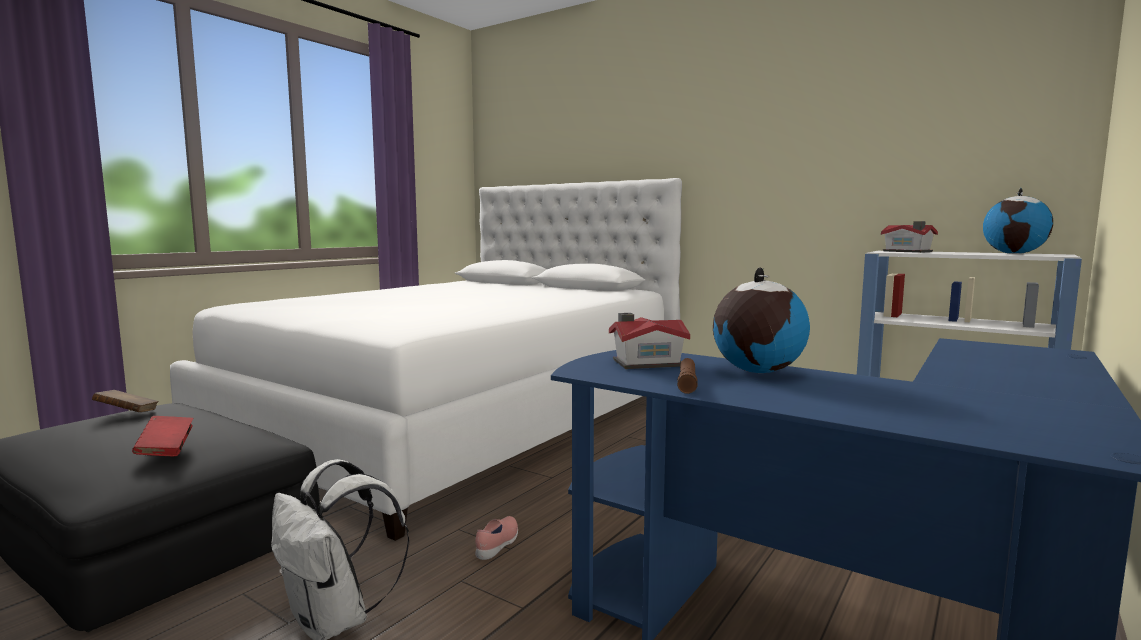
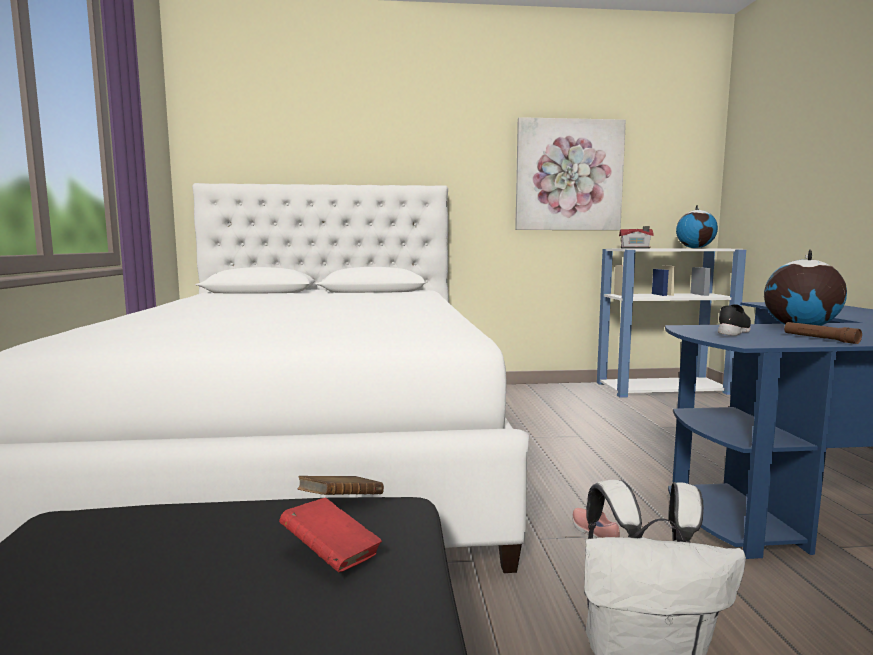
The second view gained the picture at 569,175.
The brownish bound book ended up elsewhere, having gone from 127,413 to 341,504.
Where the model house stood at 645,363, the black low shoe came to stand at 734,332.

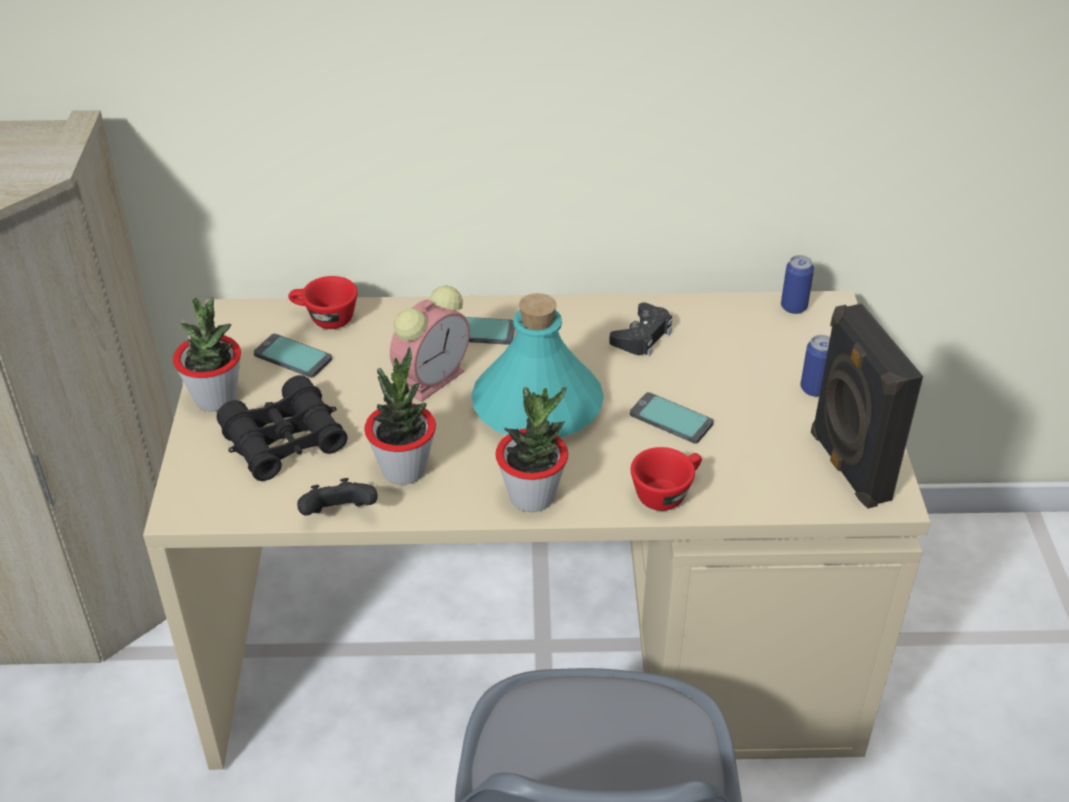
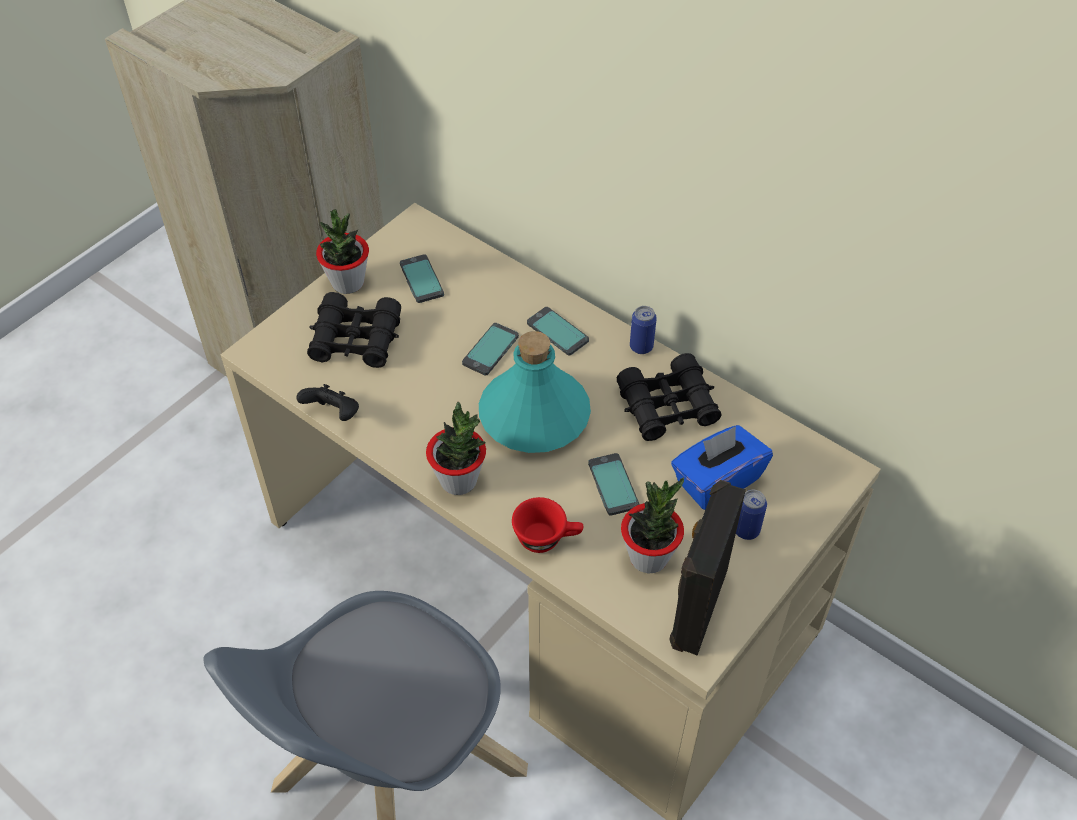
The second view lost the red-coloured drinking cup at 324,319.
The second view gained the blue-coloured box of tissues at 716,481.
The plant in a pot ended up elsewhere, having gone from 404,469 to 649,557.
The sealed can ended up elsewhere, having gone from 793,307 to 641,347.
Where the alarm clock stood at 433,378, the telephone came to stand at 491,350.
Where the black game controller stood at 642,336, the black field glasses came to stand at 667,406.

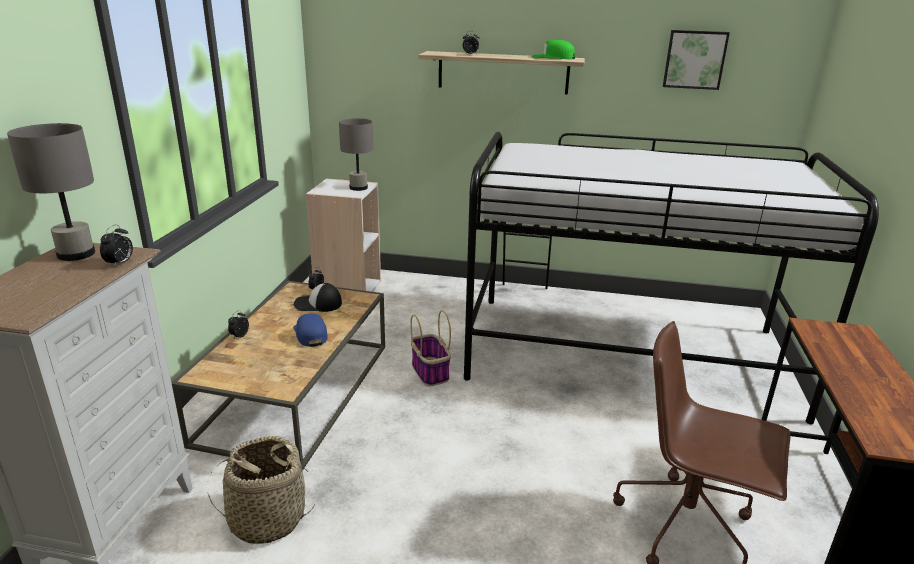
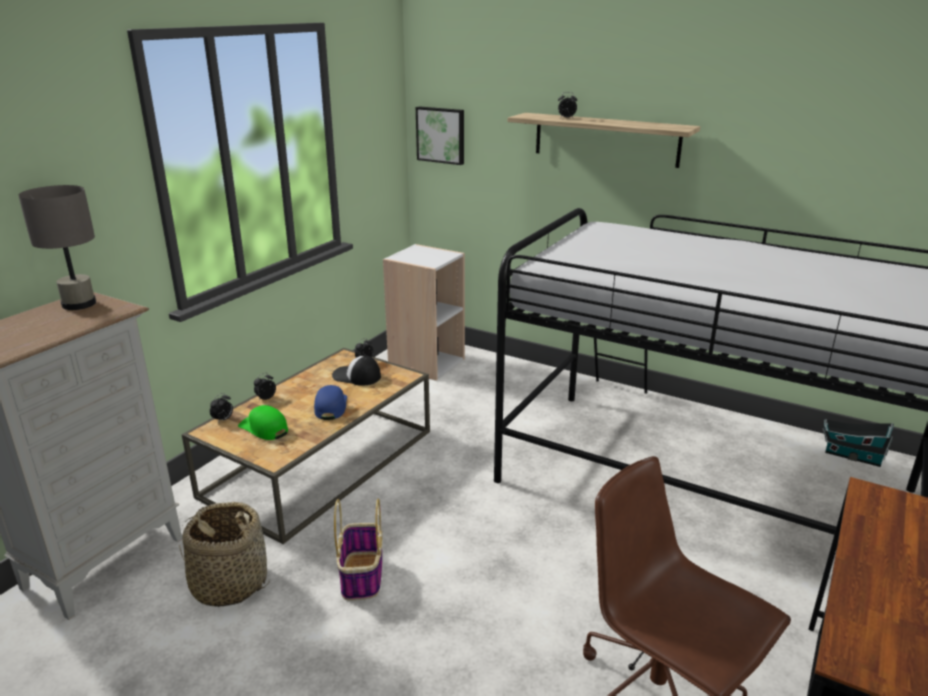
The second view lost the greyish tabletop lamp at 358,188.
The second view gained the model house at 850,456.
The alarm clock ended up elsewhere, having gone from 120,263 to 223,419.
The basket ended up elsewhere, having gone from 430,372 to 362,577.
The greenish baseball cap ended up elsewhere, having gone from 553,58 to 264,428.
The picture ended up elsewhere, having gone from 694,59 to 441,135.

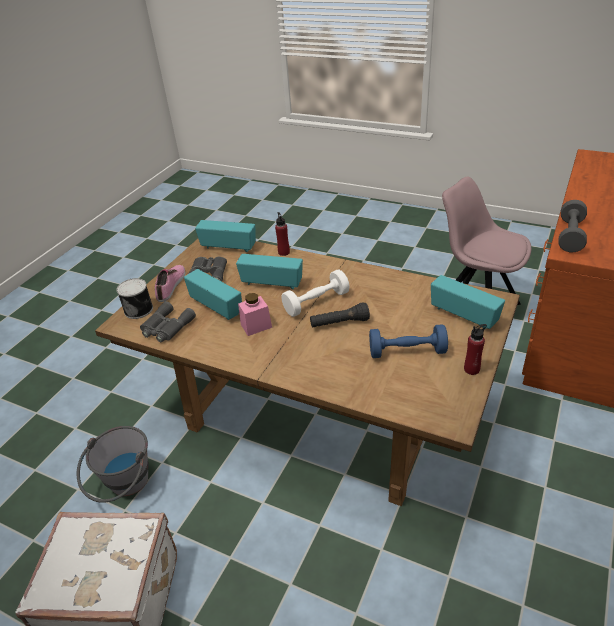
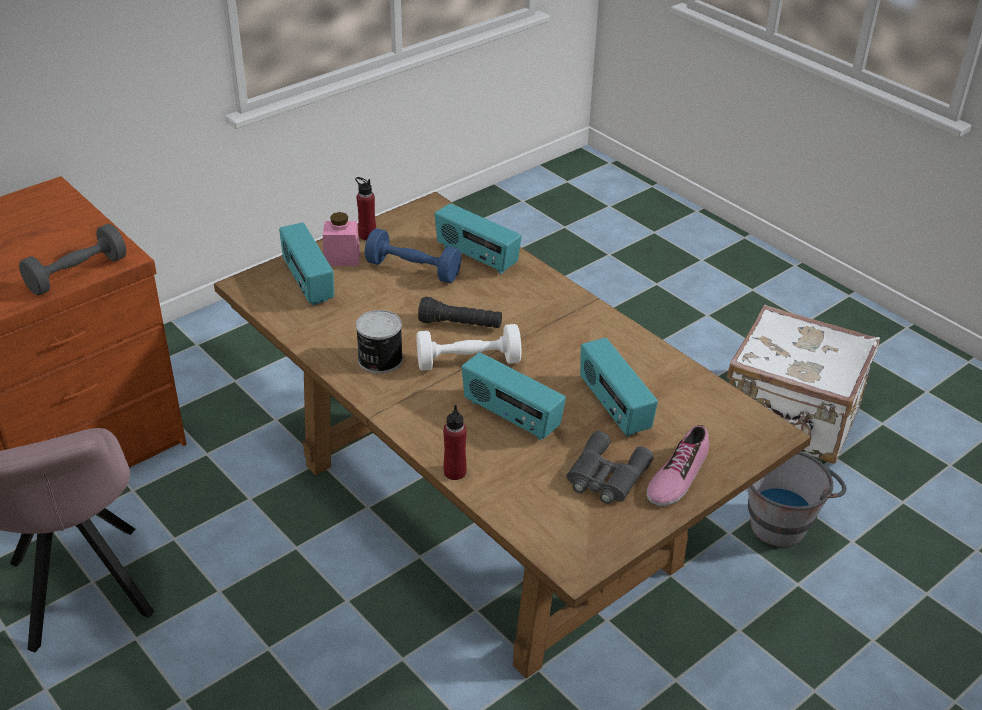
The second view lost the greyish field glasses at 166,327.
The sealed can ended up elsewhere, having gone from 139,309 to 379,359.
The radio ended up elsewhere, having gone from 229,247 to 476,257.
The pink-coloured jar ended up elsewhere, having gone from 256,326 to 342,258.

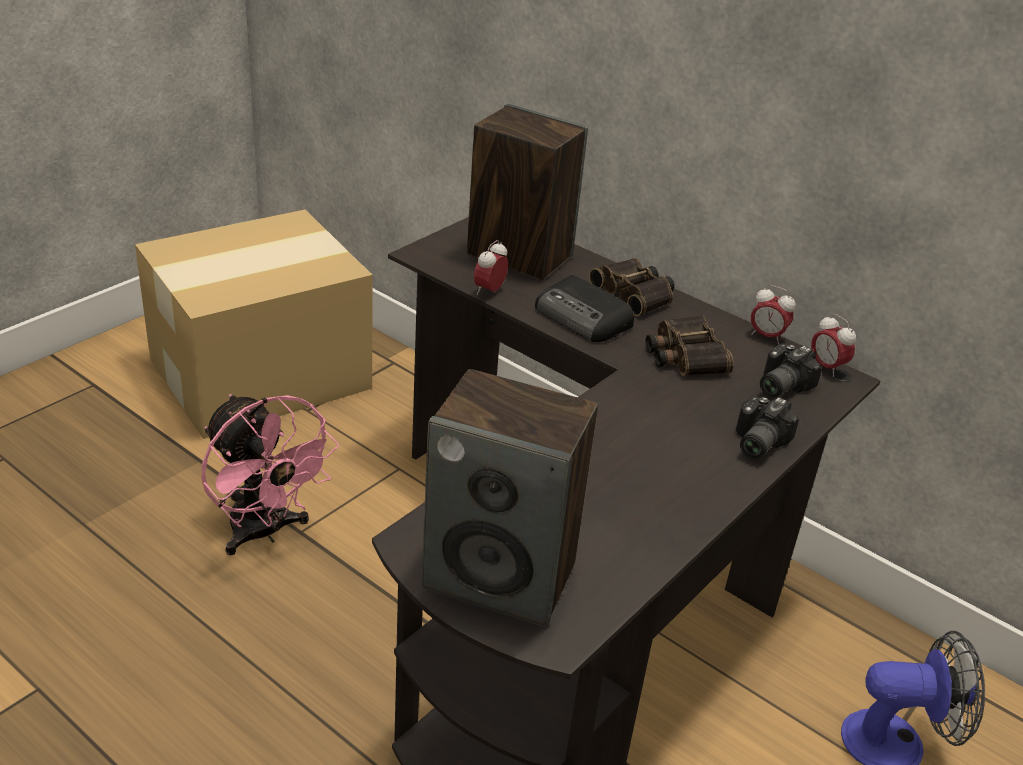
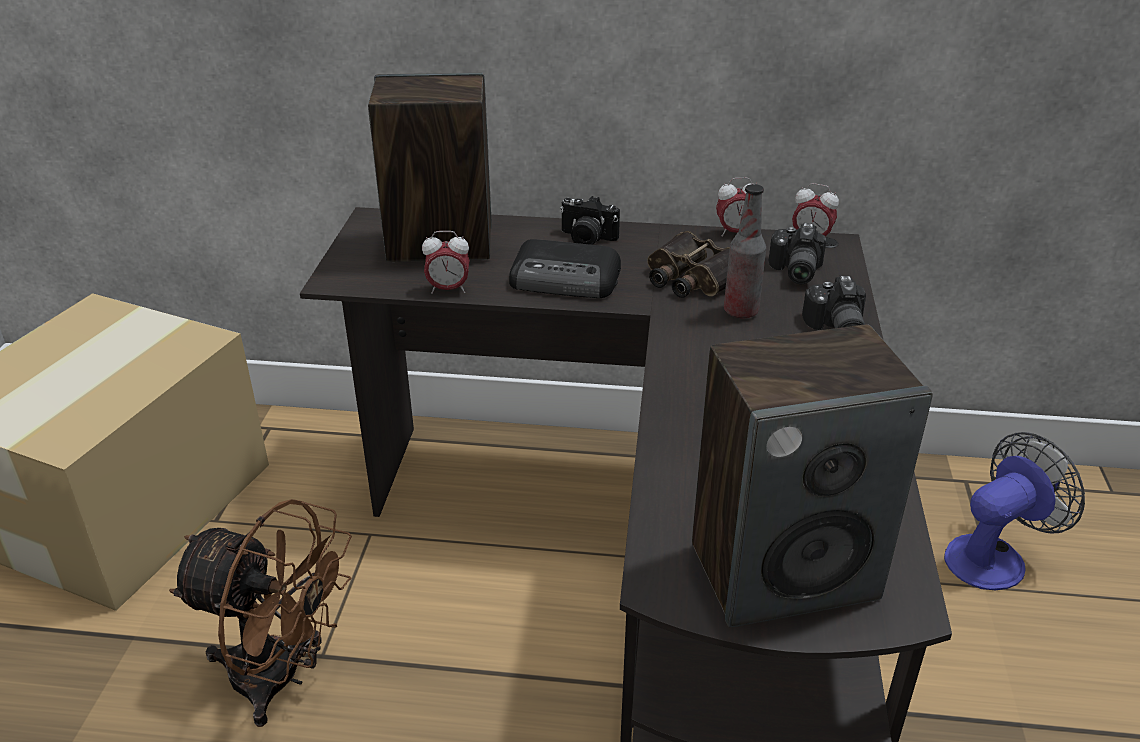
The second view gained the drink bottle at 740,311.
Where the field glasses stood at 635,294, the still camera came to stand at 586,239.
What was the pink-coloured cooling fan at 265,532 turned into the brownish cooling fan at 282,678.
The alarm clock at 489,291 ended up facing another way, 90 degrees counterclockwise from before.

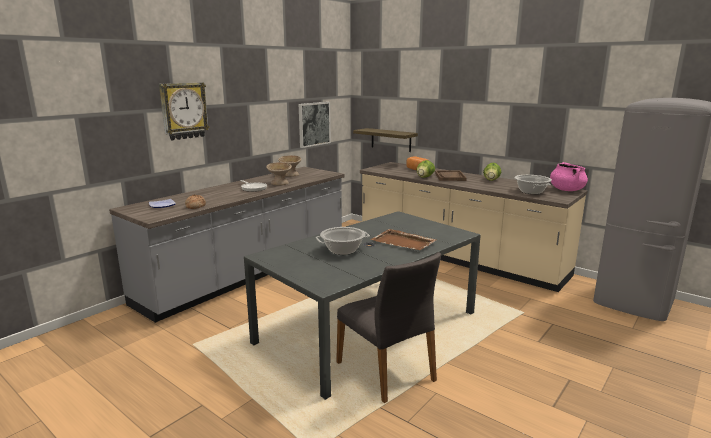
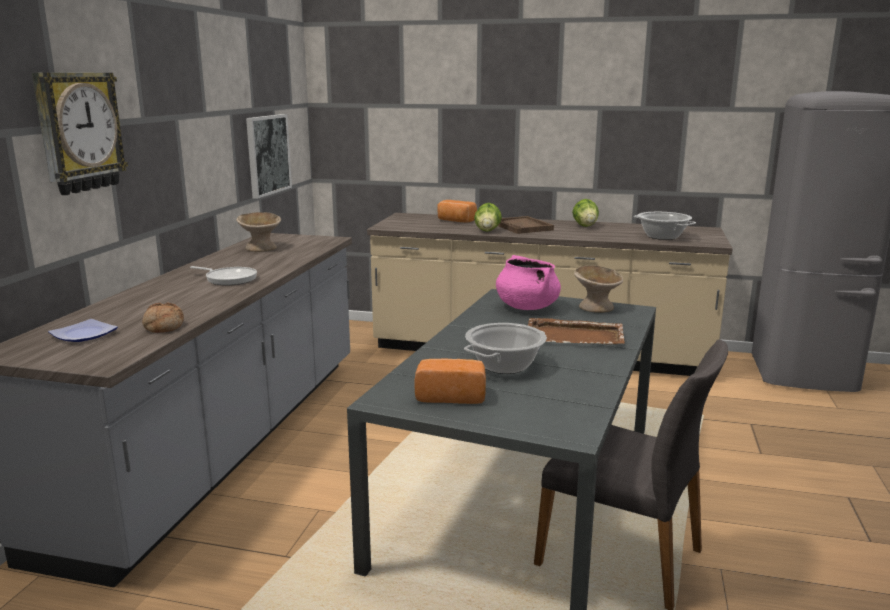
The second view lost the wall shelf at 391,140.
The second view gained the bakery bread at 451,395.
The beige serving bowl ended up elsewhere, having gone from 279,183 to 596,307.
The pink-coloured stockpot ended up elsewhere, having gone from 566,190 to 526,307.

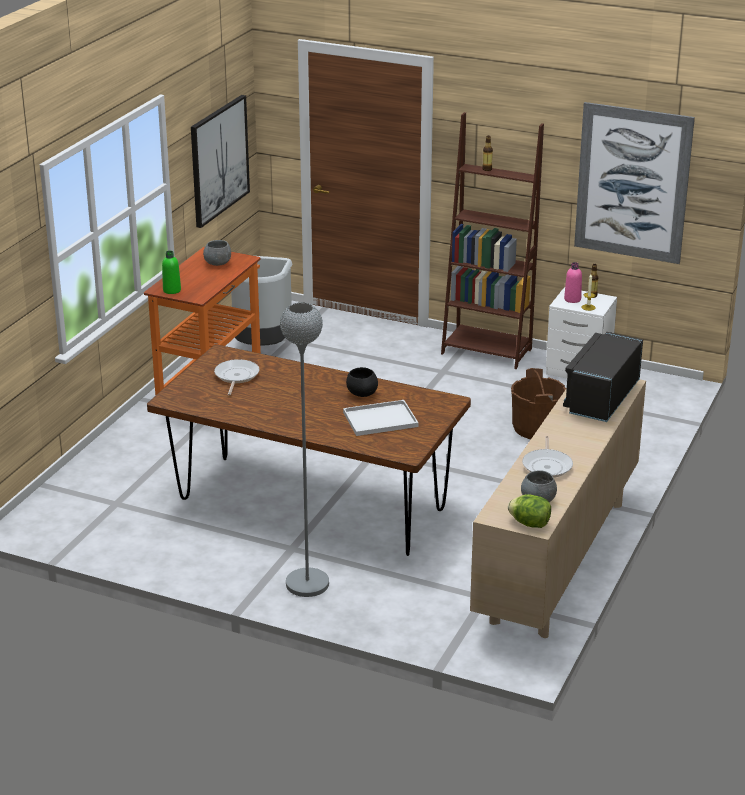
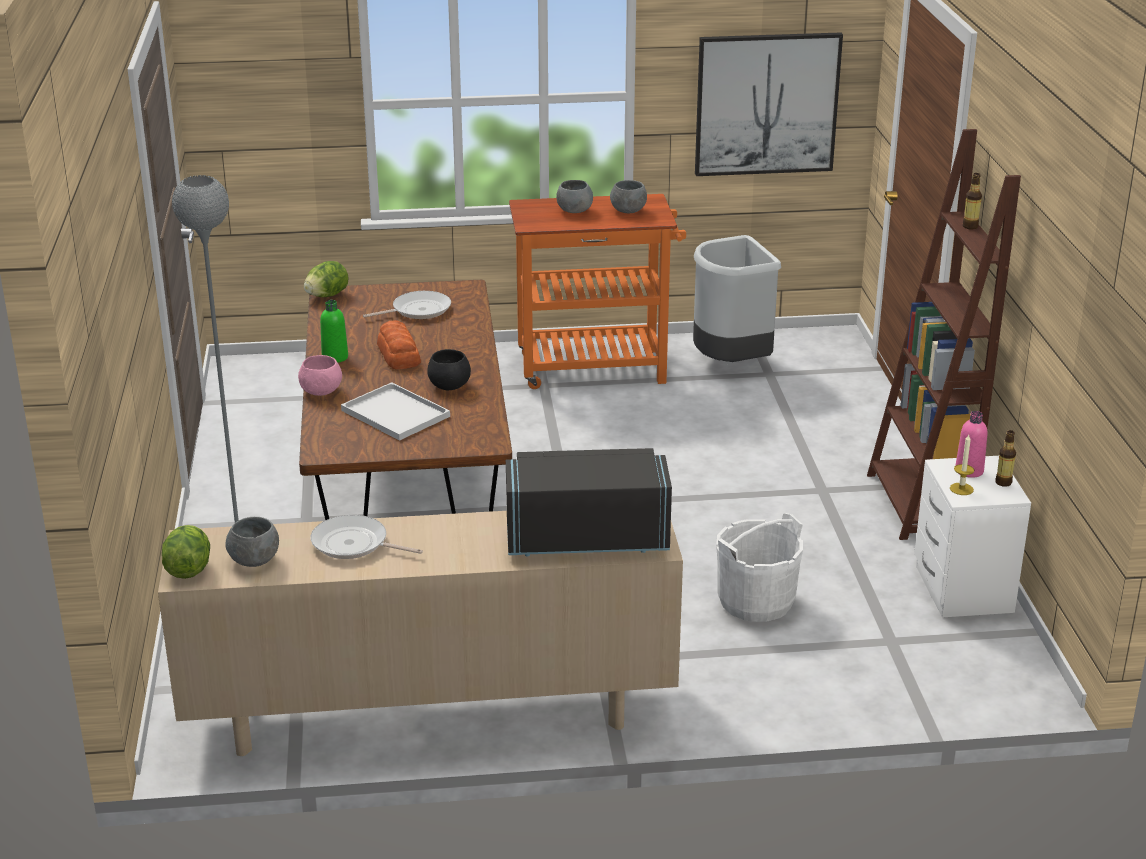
The second view lost the picture at 632,183.
The second view gained the pink-coloured serving bowl at 321,391.
The second view gained the lettuce at 327,295.
The second view gained the bakery bread at 398,354.
The second view gained the greyish serving bowl at 574,211.
The greenish drink bottle ended up elsewhere, having gone from 172,290 to 335,357.
What was the brownish pail at 537,428 turned into the white-coloured pail at 756,601.
The pan at 547,465 ended up facing another way, 45 degrees clockwise from before.

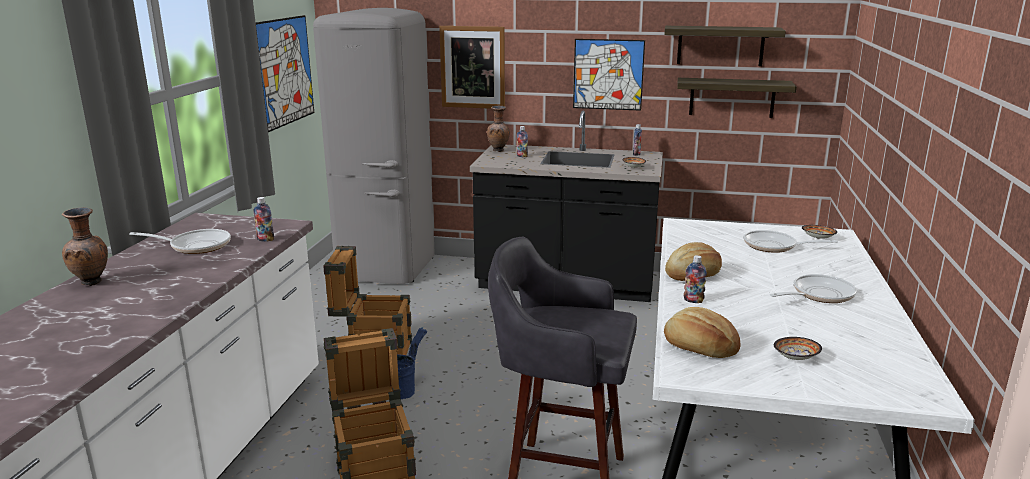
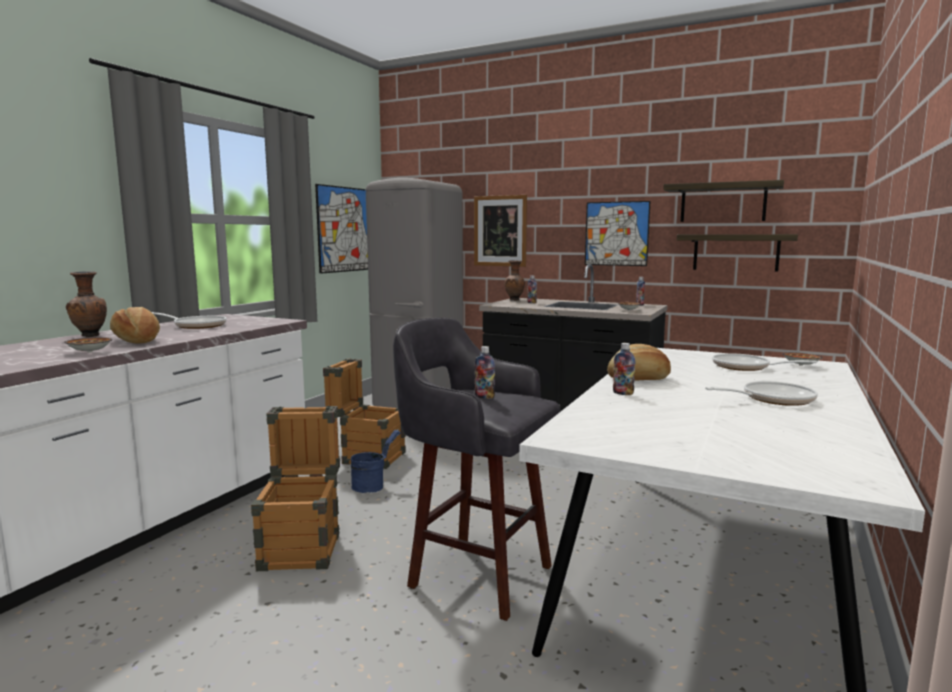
The drink bottle ended up elsewhere, having gone from 265,239 to 484,397.
The bakery bread ended up elsewhere, having gone from 699,348 to 137,340.
The serving bowl ended up elsewhere, having gone from 794,358 to 89,352.

